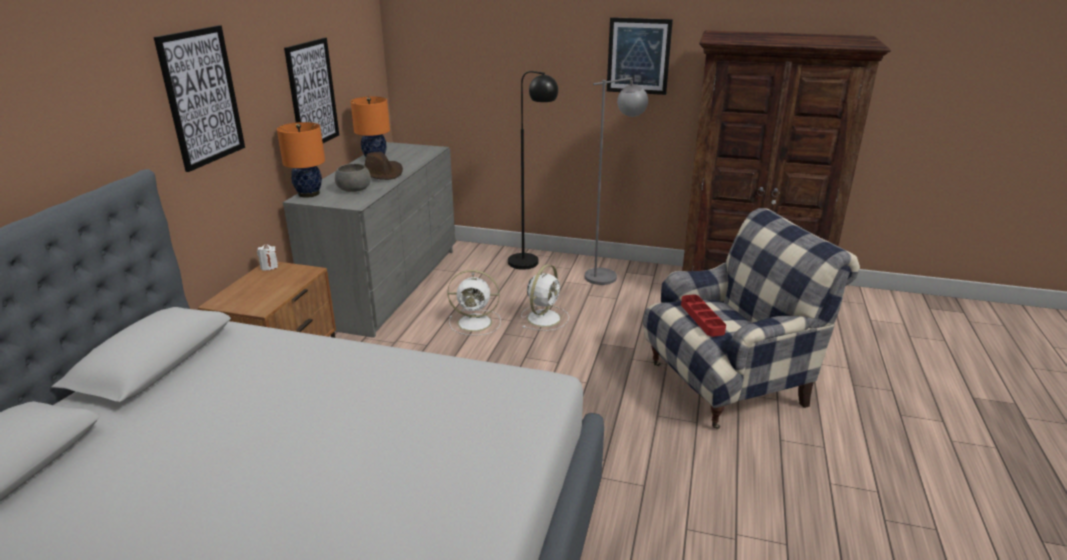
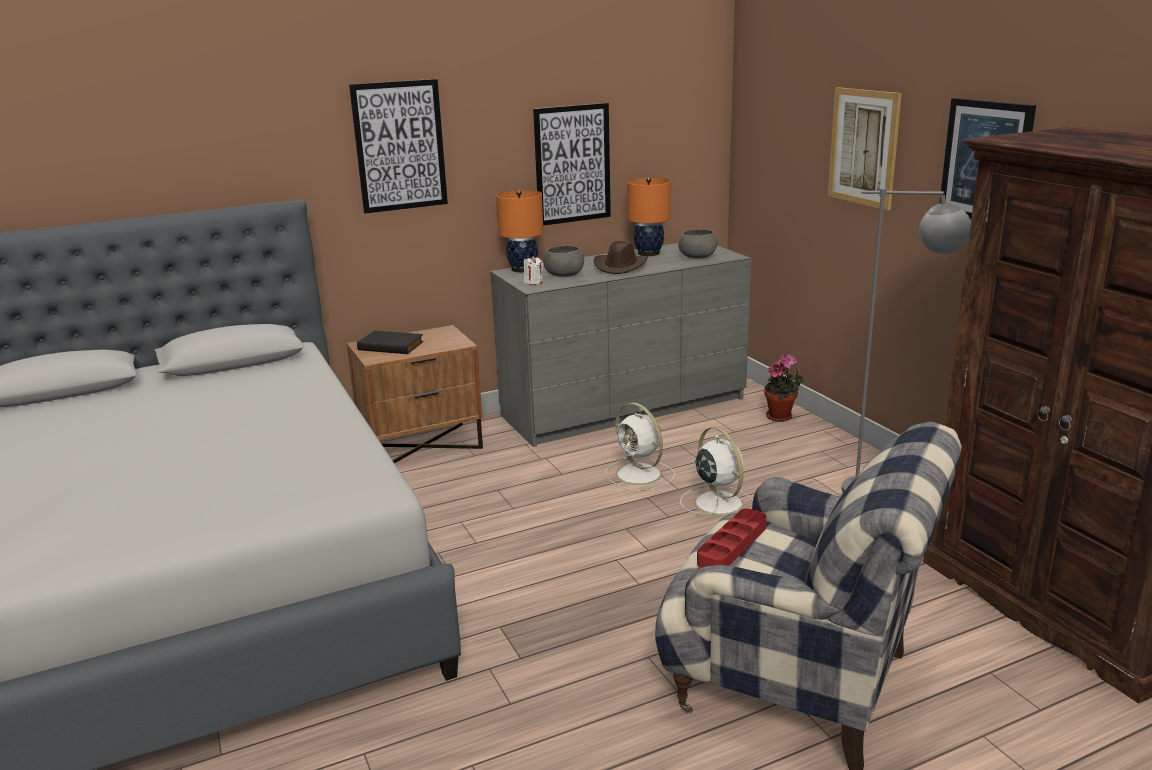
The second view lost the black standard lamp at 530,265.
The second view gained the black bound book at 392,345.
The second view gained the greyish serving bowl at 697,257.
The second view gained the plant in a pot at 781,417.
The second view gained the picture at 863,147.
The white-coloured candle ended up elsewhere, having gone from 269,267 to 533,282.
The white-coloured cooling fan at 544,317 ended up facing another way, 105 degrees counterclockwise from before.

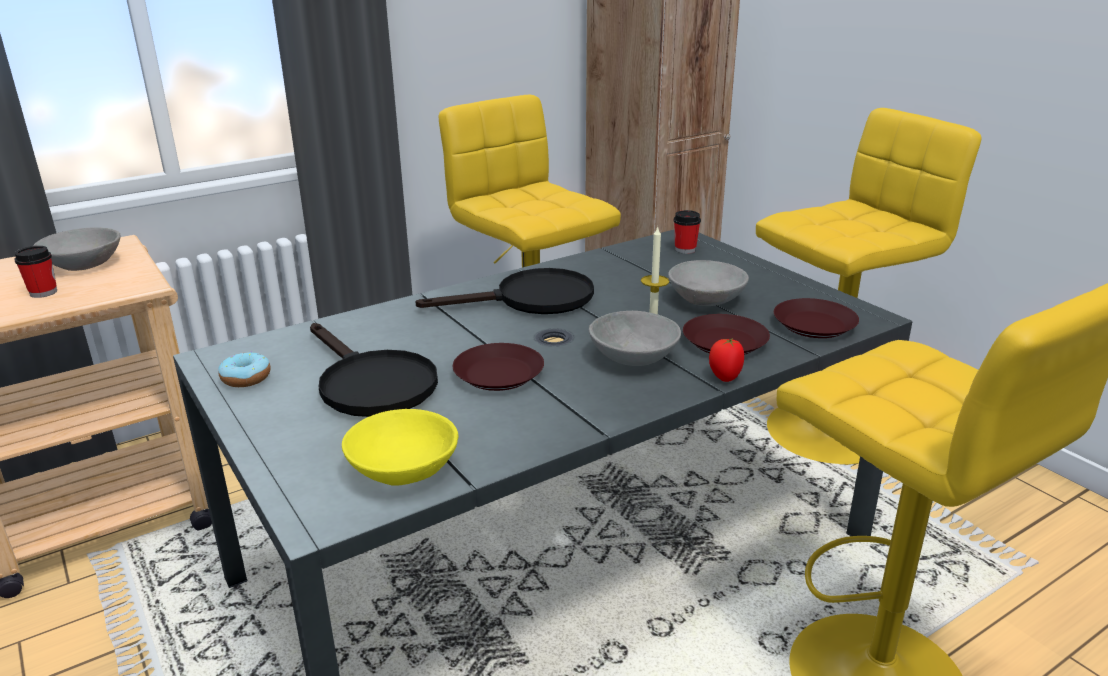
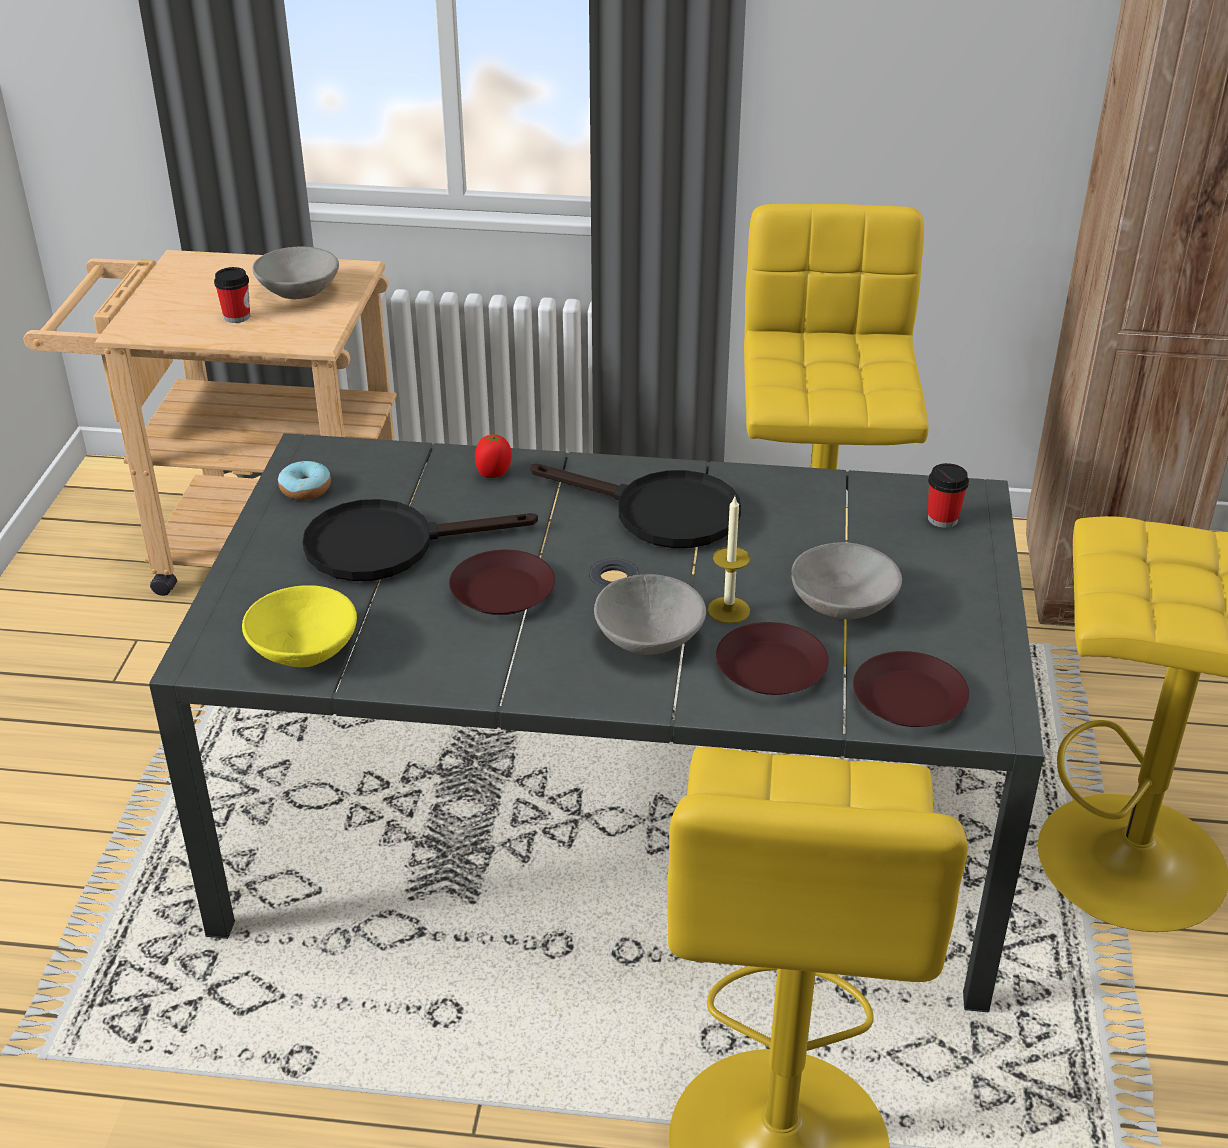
The fresh tomato ended up elsewhere, having gone from 724,377 to 494,473.
The black pan at 370,383 ended up facing another way, 75 degrees clockwise from before.

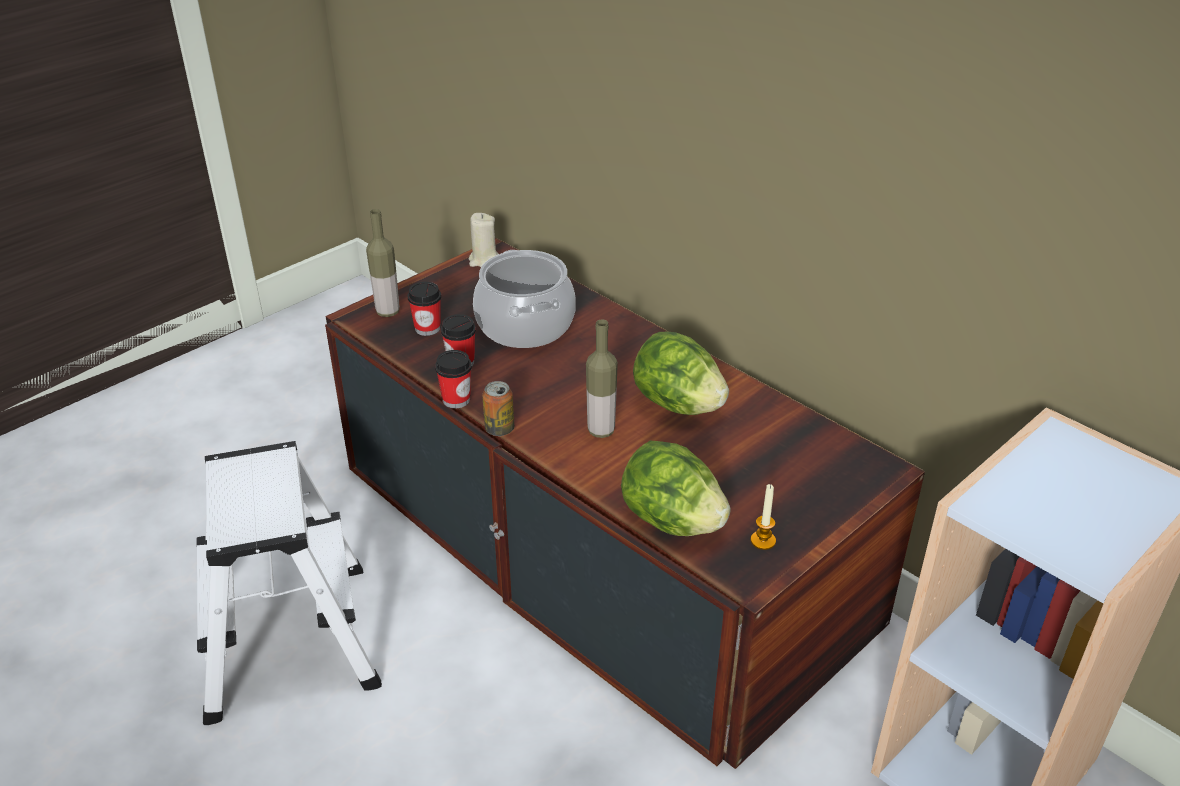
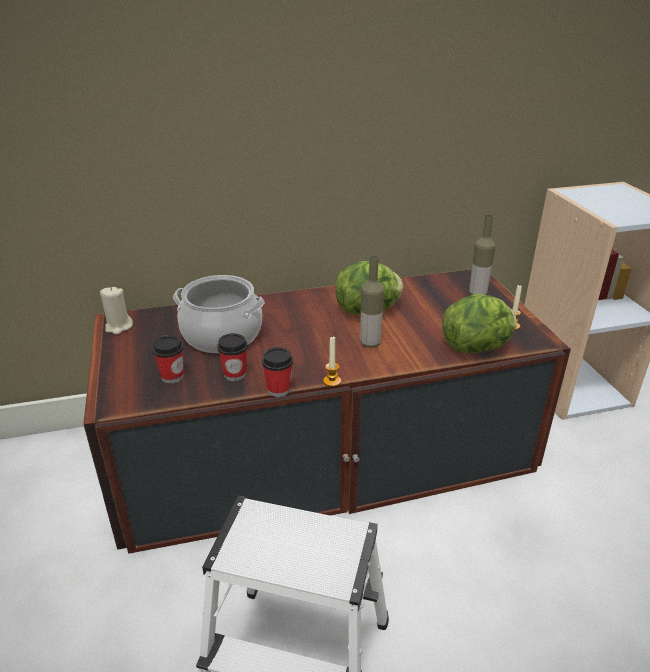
The drink bottle ended up elsewhere, having gone from 388,312 to 477,294.
Where the sealed can stood at 499,429, the candle came to stand at 332,381.

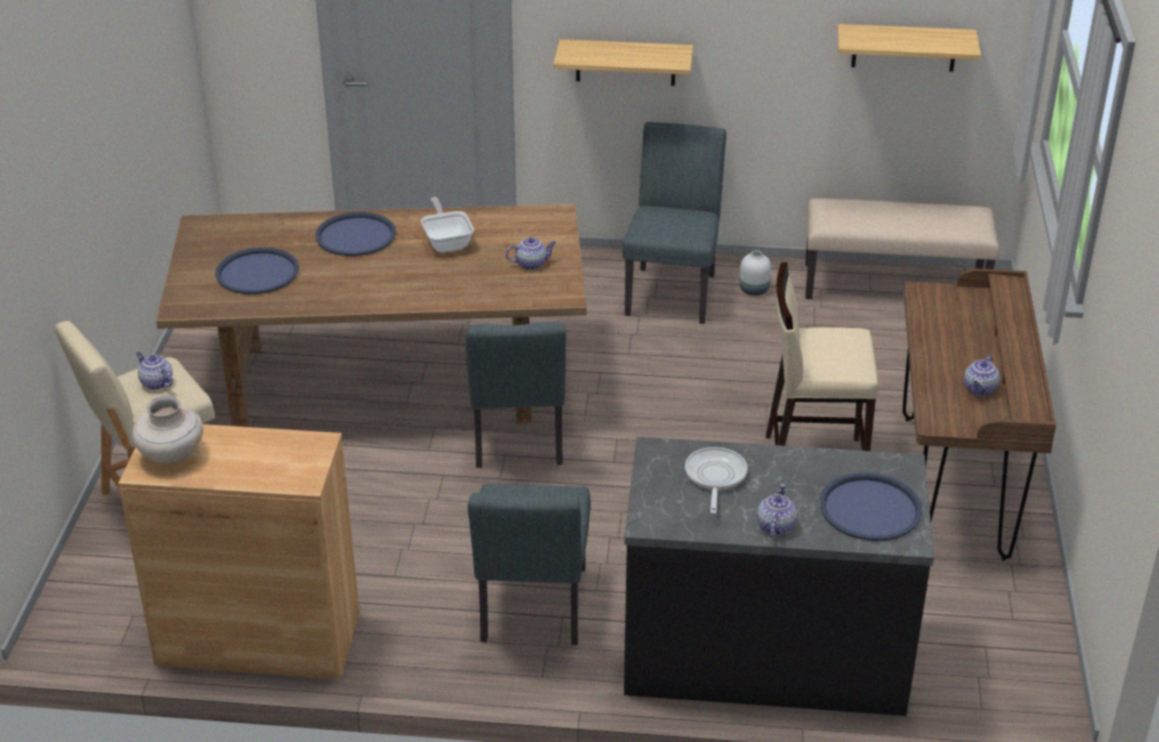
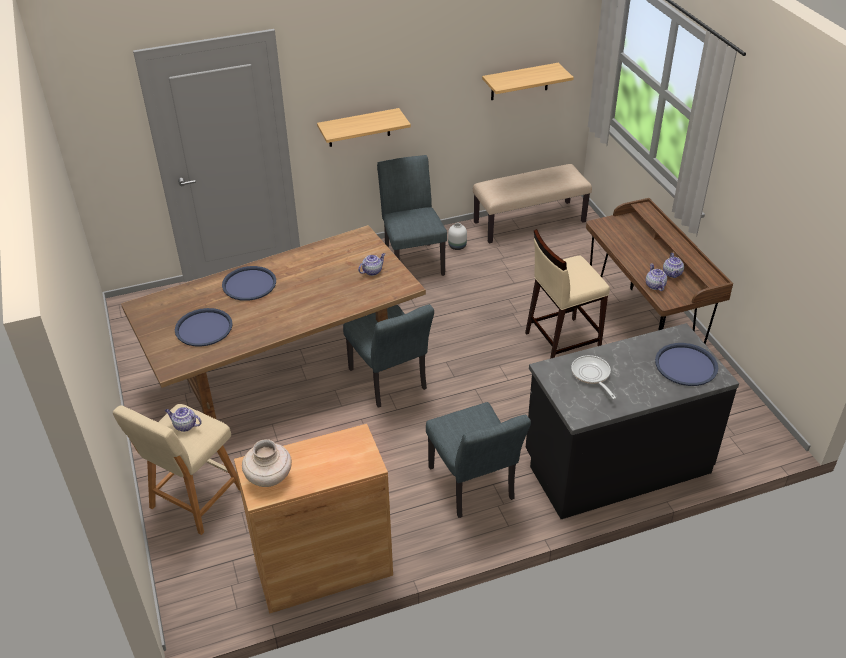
The second view lost the pan at 447,242.
The tea pot ended up elsewhere, having gone from 775,526 to 655,286.

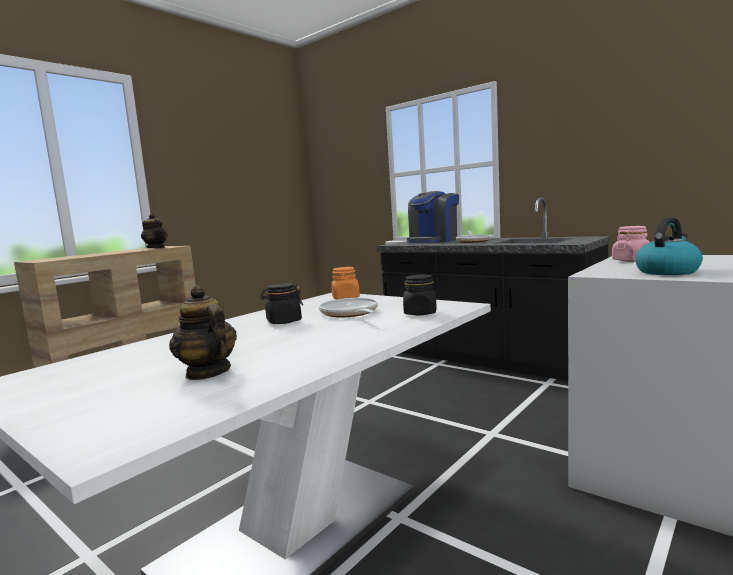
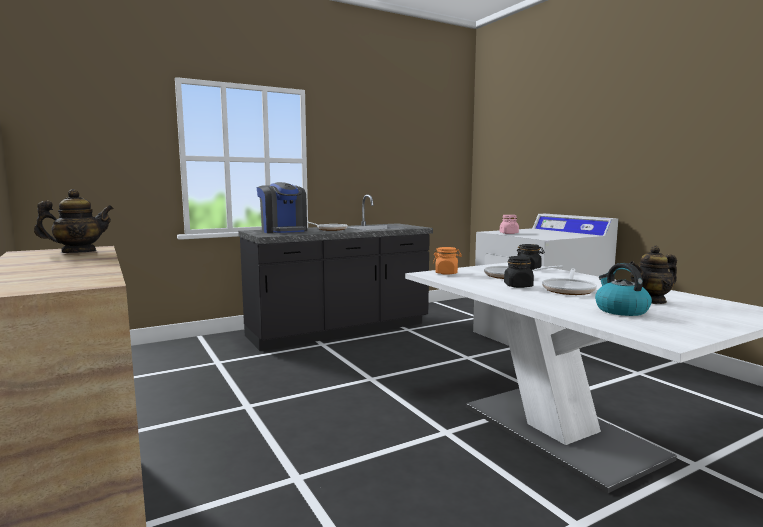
The second view gained the pan at 569,290.
The kettle ended up elsewhere, having gone from 667,271 to 620,310.

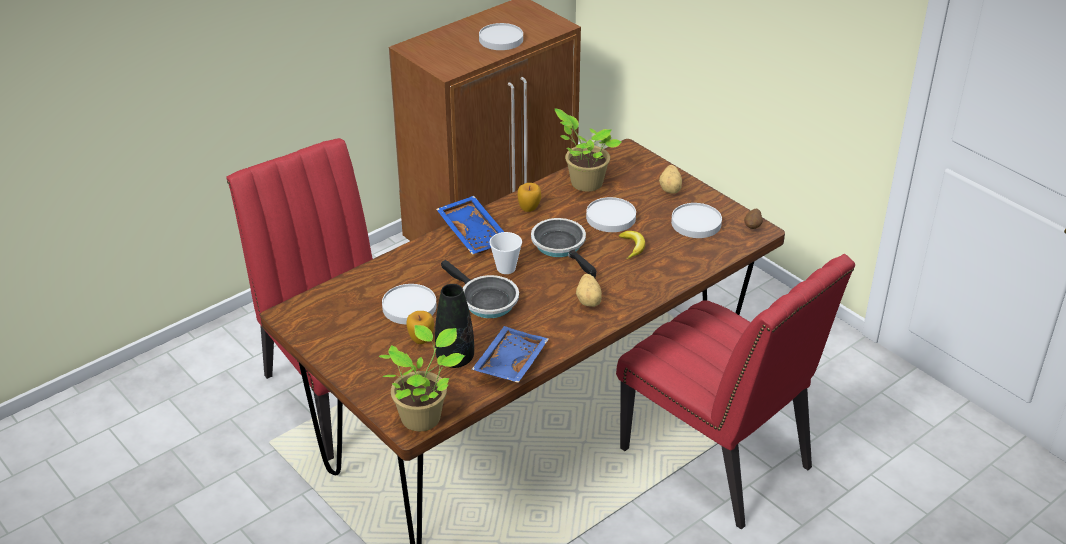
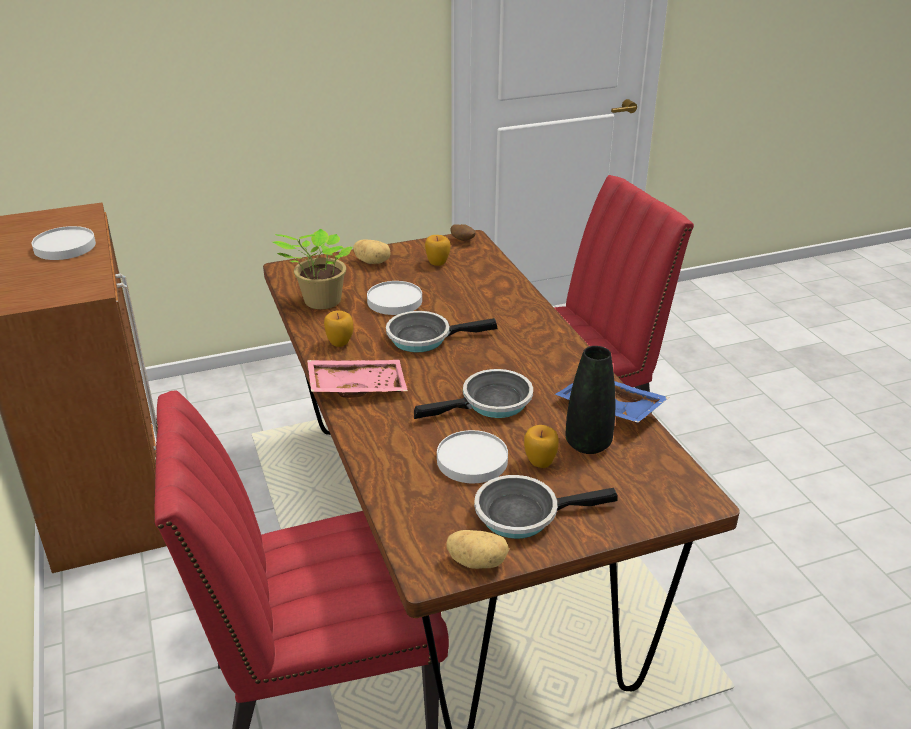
The second view lost the plant in a pot at 423,416.
The second view lost the drinking cup at 506,268.
The second view lost the banana at 632,247.
The second view gained the pan at 523,514.
The whole potato ended up elsewhere, having gone from 589,300 to 477,561.
Where the white-coloured dinner plate stood at 695,223, the apple came to stand at 437,263.
What was the blue-coloured carrying tray at 474,233 turned into the pink-coloured carrying tray at 357,386.

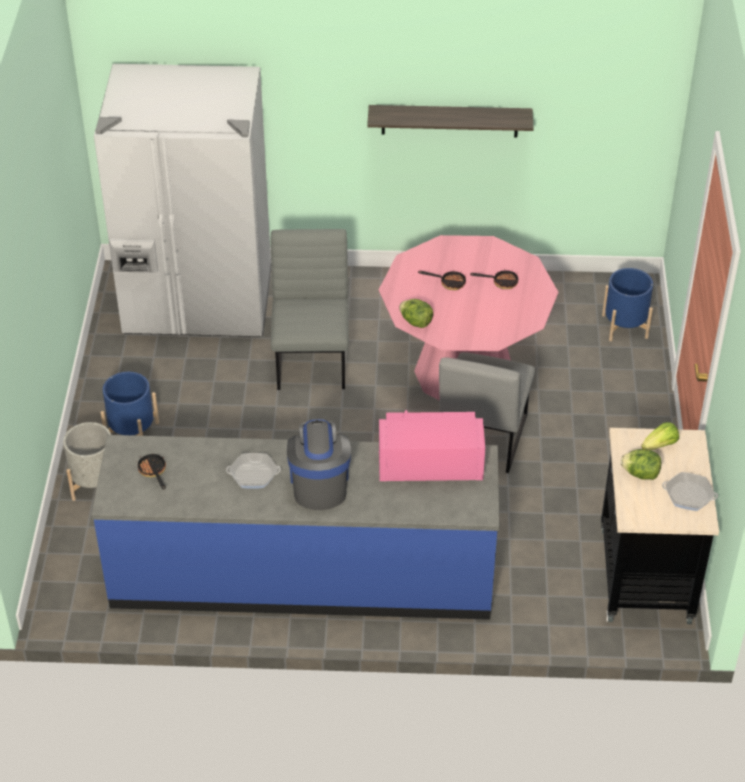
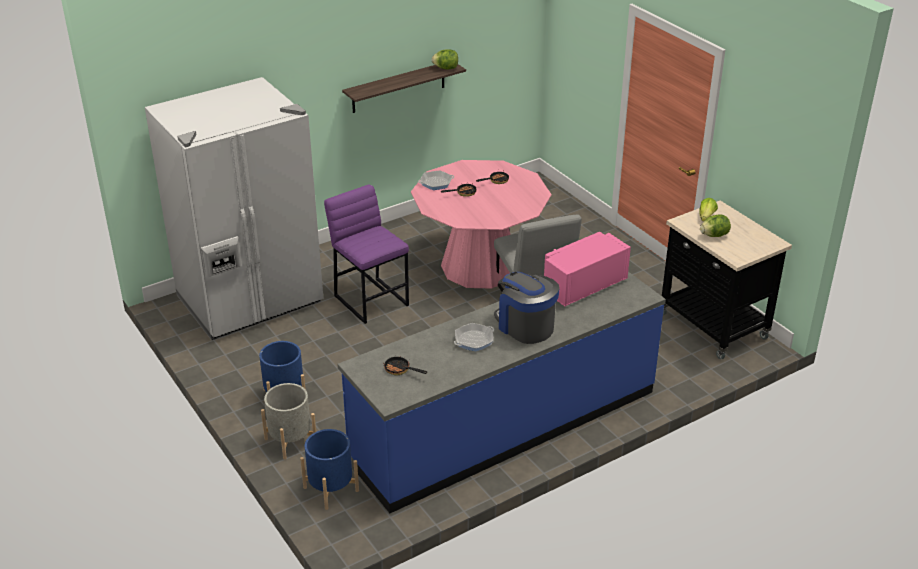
The lettuce ended up elsewhere, having gone from 416,322 to 446,68.
The blue-coloured planter ended up elsewhere, having gone from 625,326 to 331,489.
The pan ended up elsewhere, having gone from 689,495 to 436,183.
Where the greyish upright chair stood at 312,359, the purple sitting stool came to stand at 370,299.

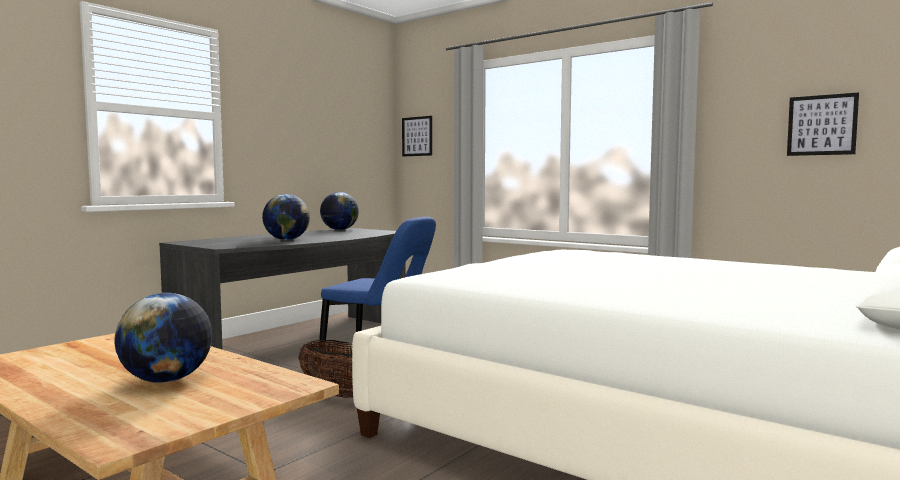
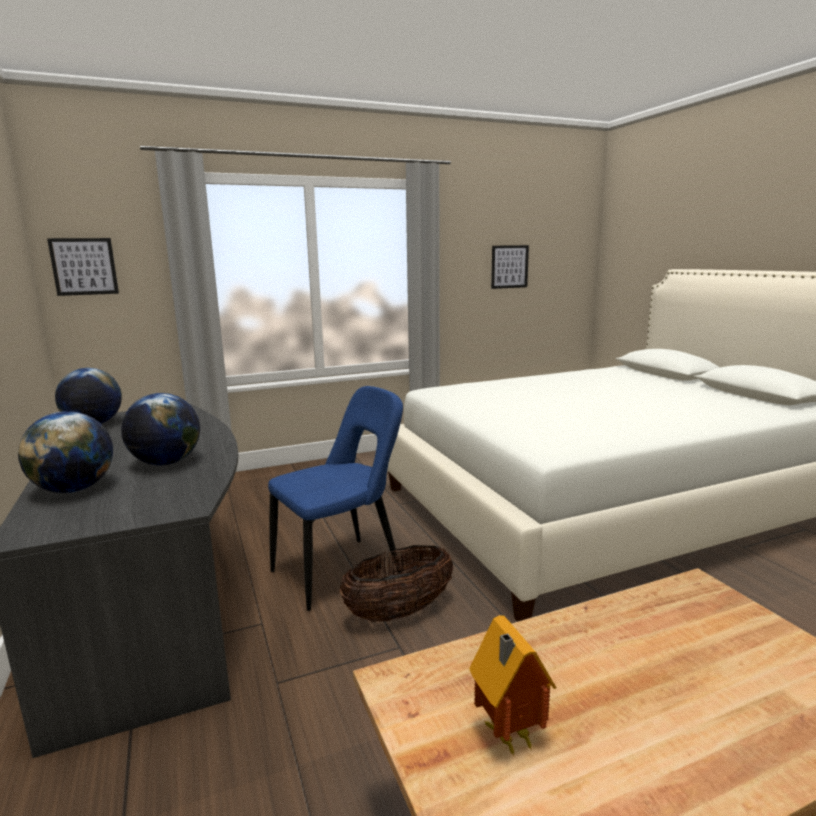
The second view gained the model house at 507,736.
The world globe ended up elsewhere, having gone from 167,380 to 74,489.

